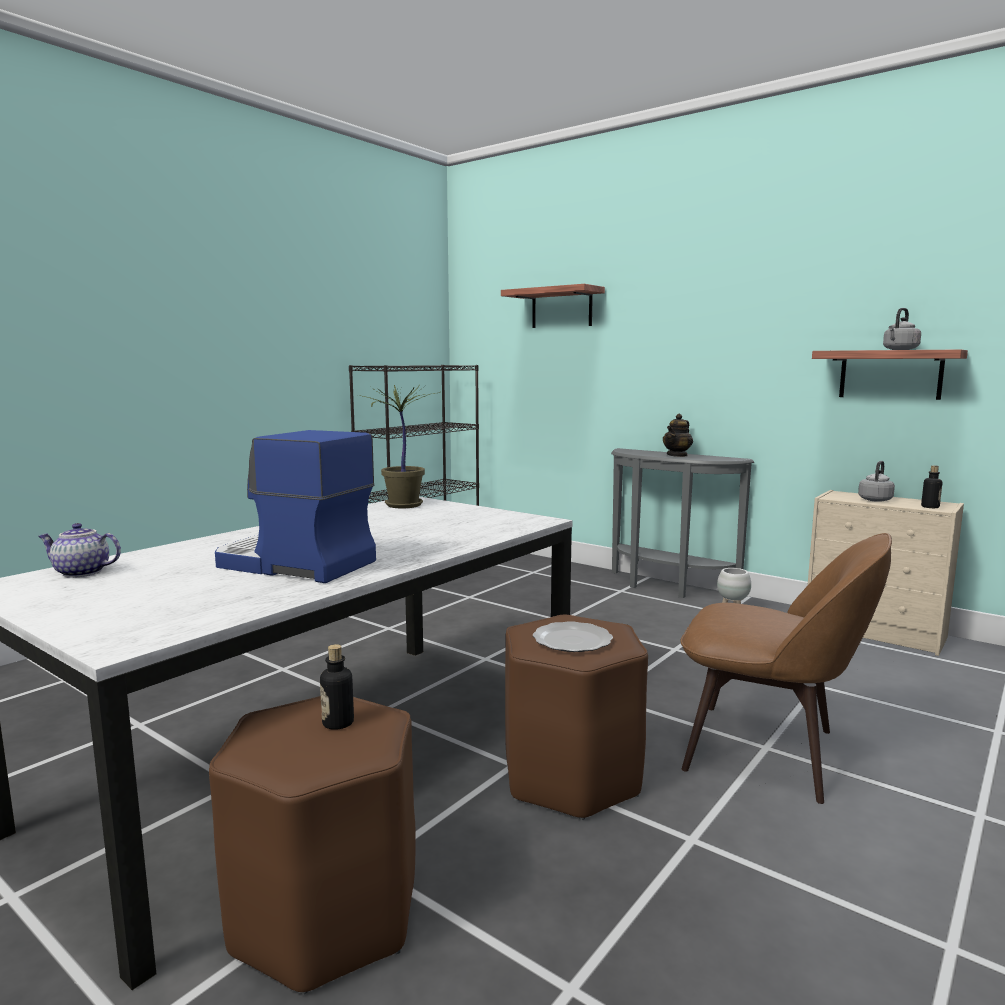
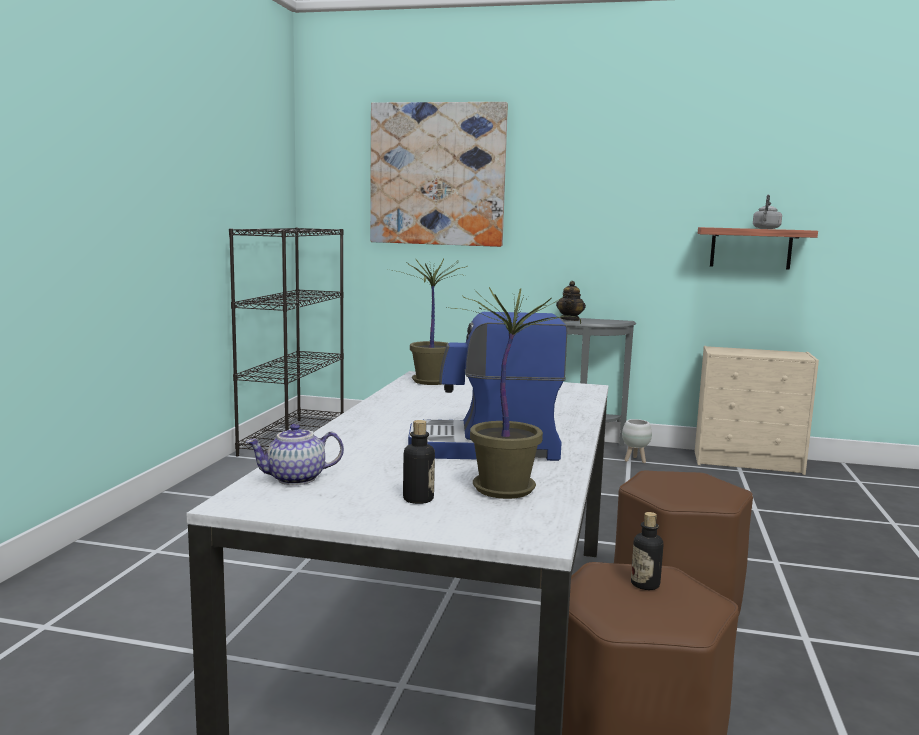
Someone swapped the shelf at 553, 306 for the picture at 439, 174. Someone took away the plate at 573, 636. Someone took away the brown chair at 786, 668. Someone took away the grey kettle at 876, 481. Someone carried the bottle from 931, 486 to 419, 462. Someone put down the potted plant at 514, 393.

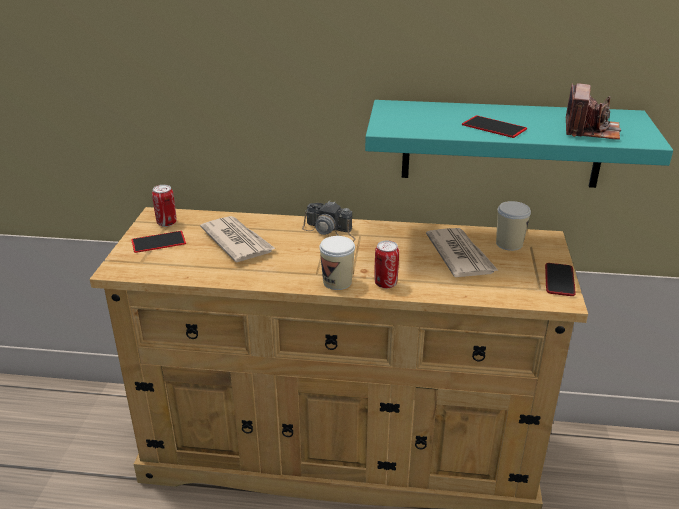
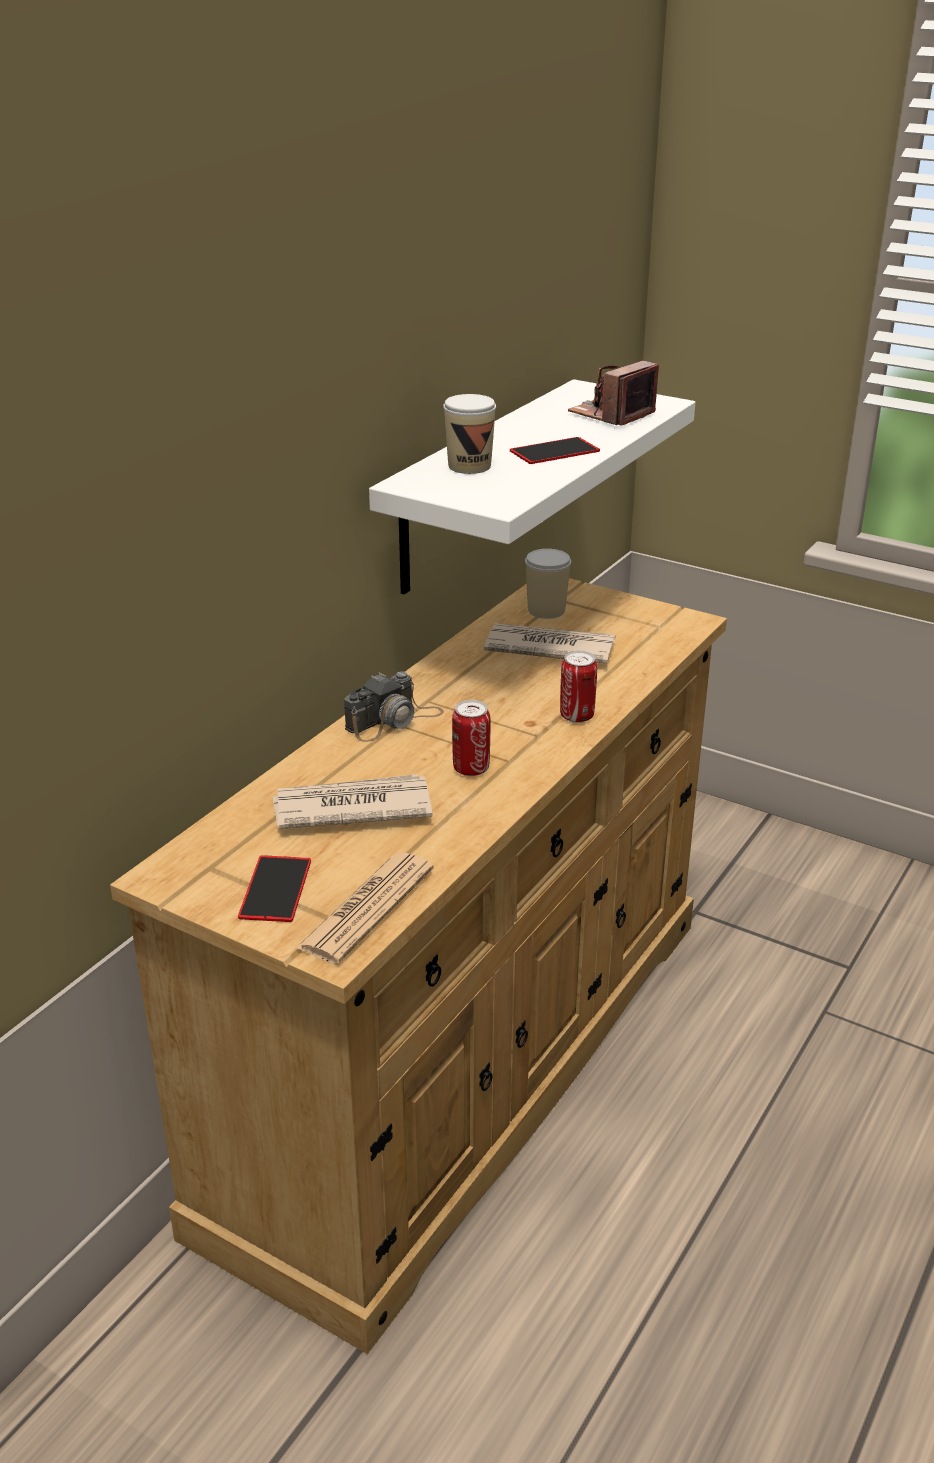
Someone carried the can from 164, 206 to 471, 738. Someone carried the cup from 337, 263 to 469, 434. Someone repainted the turquoise shelf at 519, 144, which became the white shelf at 532, 486. Someone took away the phone at 560, 279. Someone rotated the photo camera at 593, 111 by 90 degrees counterclockwise. Someone put down the newspaper at 365, 908.

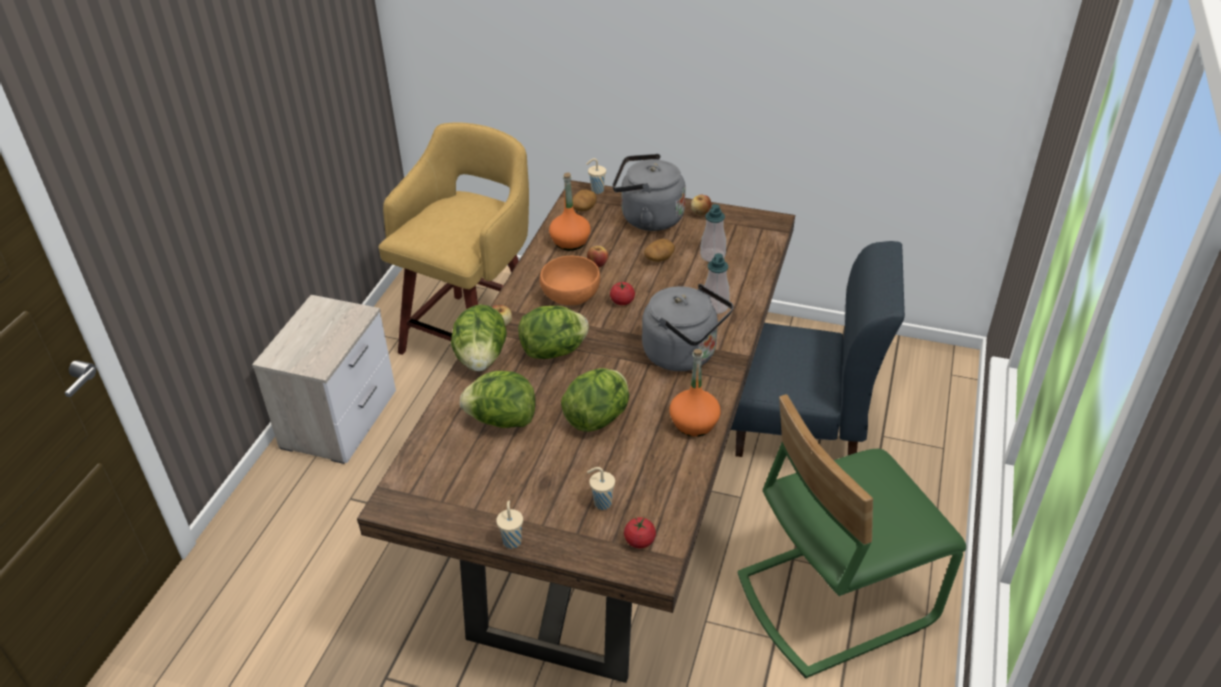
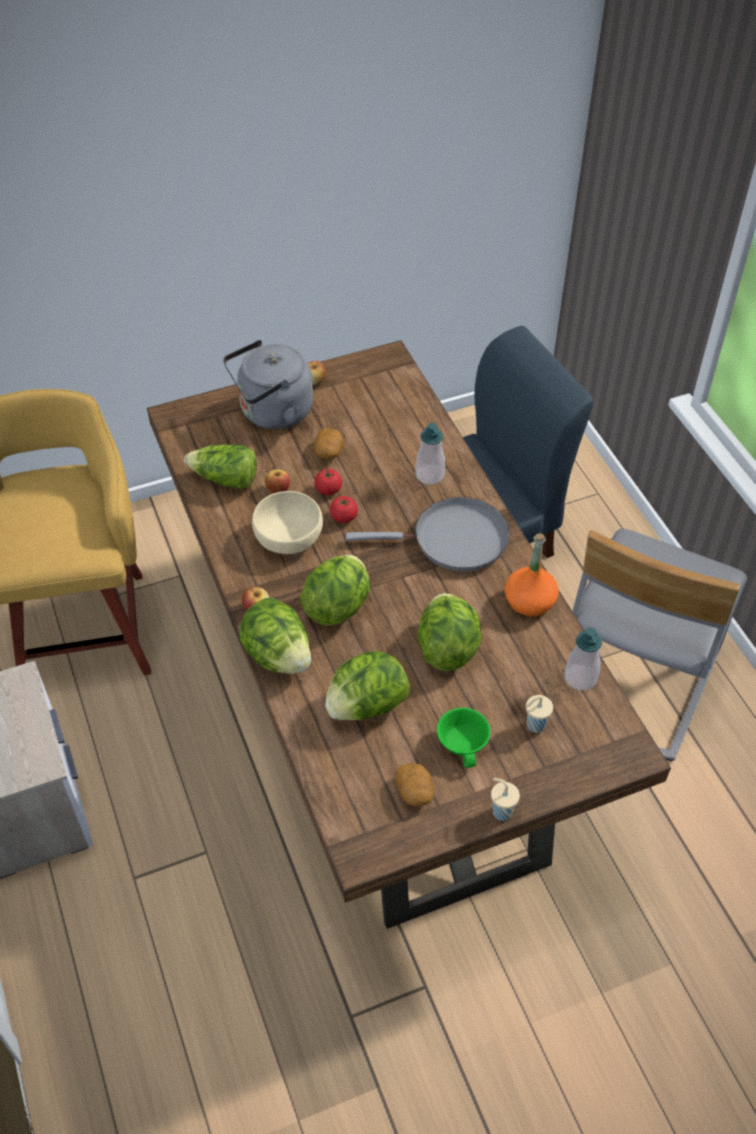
Someone repainted the orange bowl at 570, 280, which became the beige bowl at 287, 522. Someone swapped the orange bottle at 570, 211 for the lettuce at 220, 467. Someone carried the potato from 584, 201 to 414, 785. Someone took away the beige cup at 596, 176. Someone carried the tomato from 640, 532 to 328, 482. Someone swapped the grey kettle at 687, 327 for the grey frying pan at 427, 534. Someone carried the soap dispenser from 713, 233 to 583, 658. Someone repainted the green chair at 852, 536, which became the grey chair at 659, 645. Someone put down the green cup at 464, 738.

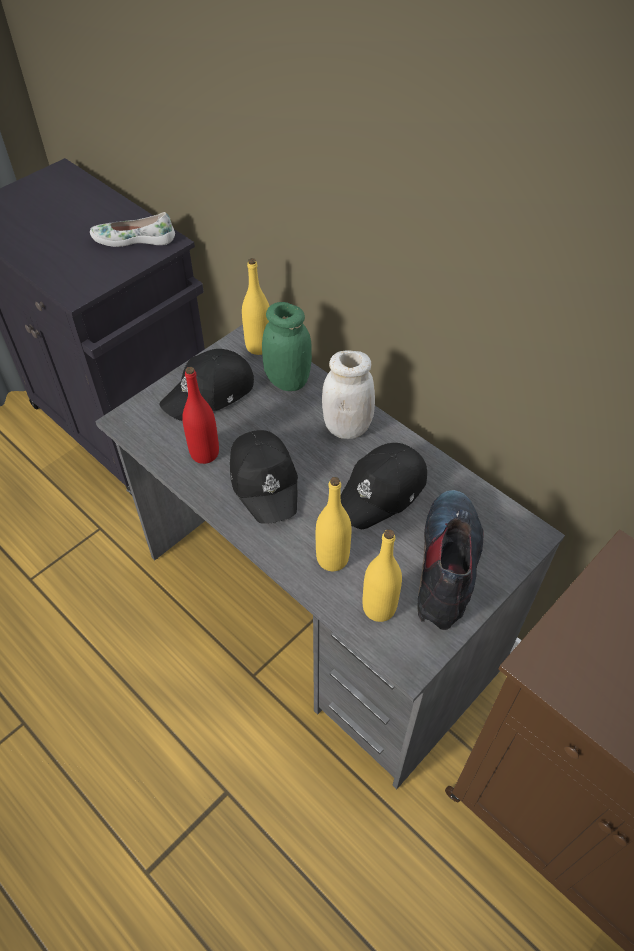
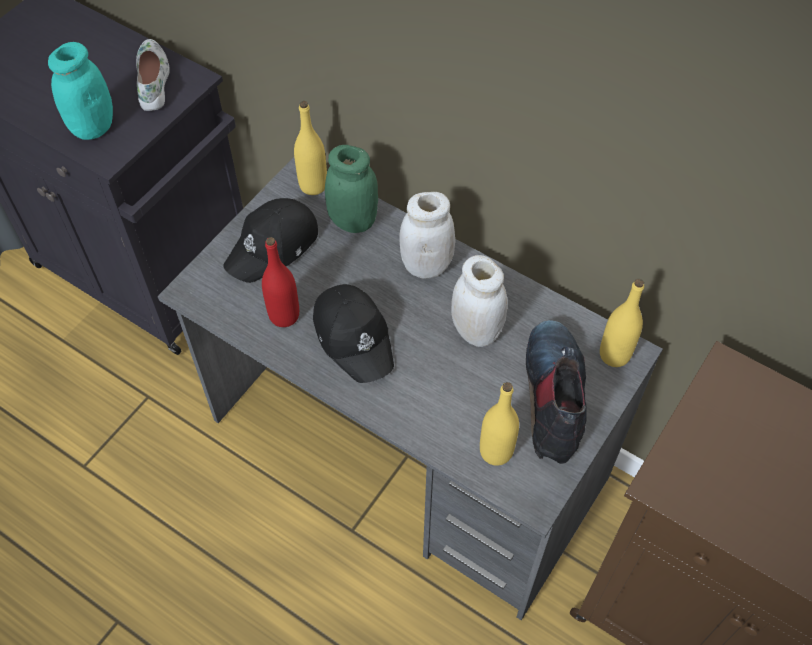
Someone rotated the white shoe at 132, 229 by 90 degrees clockwise. Someone carried the yellow bottle from 334, 524 to 622, 323. Someone swapped the black cap at 383, 486 for the white jar at 479, 301. Someone put down the turquoise jar at 80, 91.

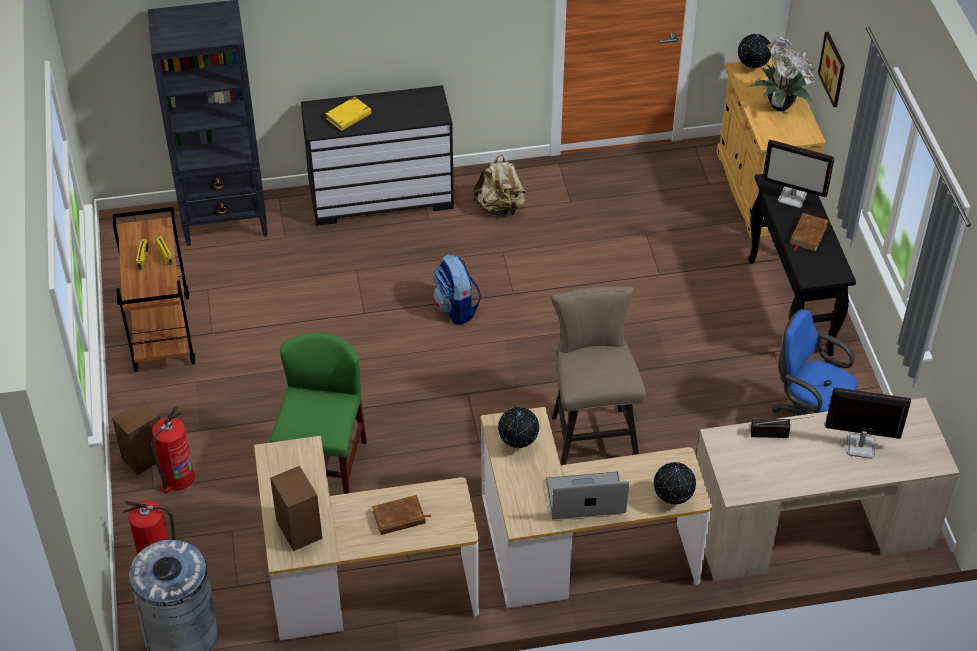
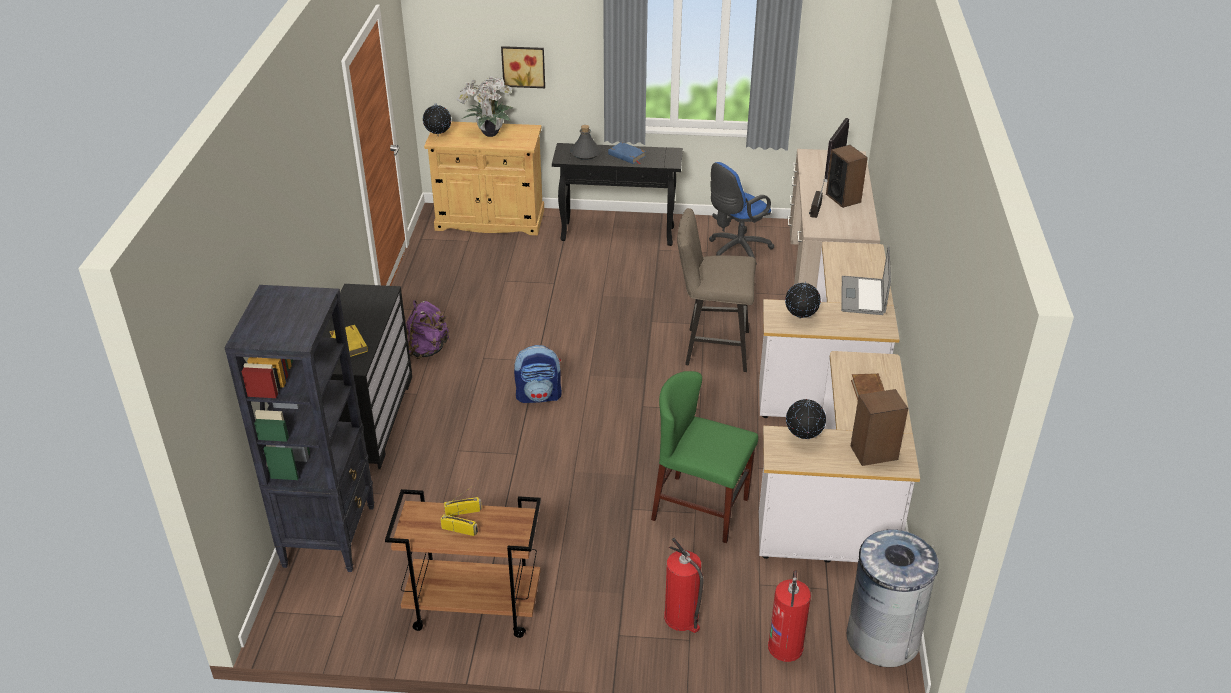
Someone carried the speaker from 136, 437 to 847, 176. Someone repainted the beige backpack at 499, 186, which became the purple backpack at 428, 329. Someone carried the globe from 675, 483 to 806, 419. Someone swapped the monitor at 798, 174 for the grey bottle at 585, 142. Someone repainted the brown book at 809, 232, which became the blue book at 627, 153.

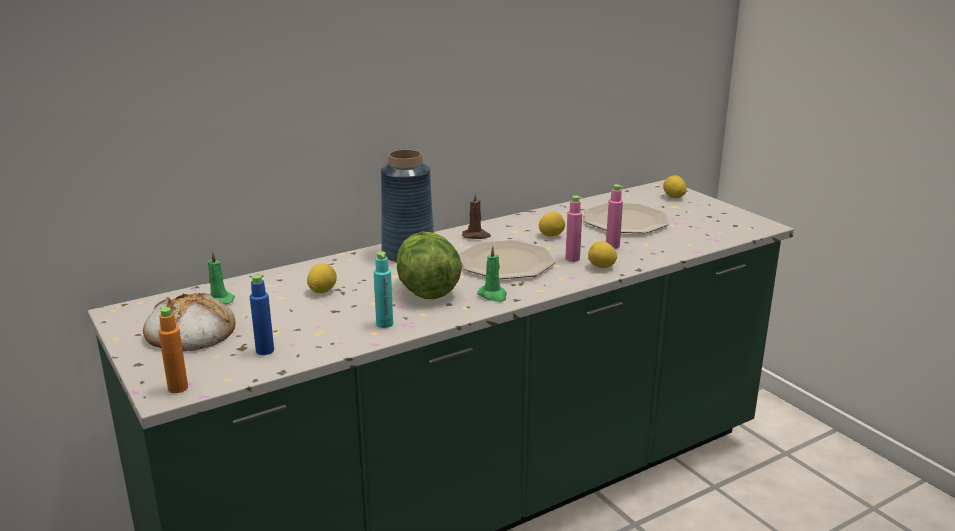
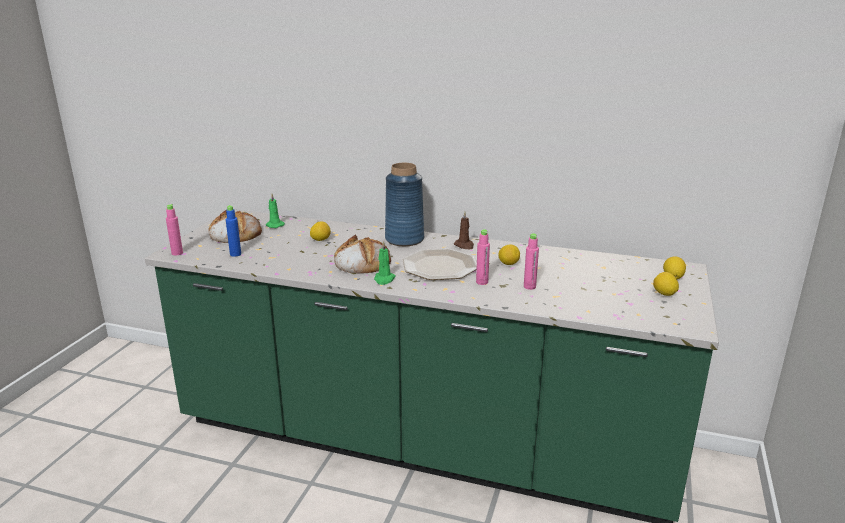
Someone repainted the orange bottle at 173, 349, which became the pink bottle at 174, 229. Someone took away the turquoise bottle at 383, 289. Someone swapped the lettuce at 429, 265 for the bread at 362, 254. Someone took away the plate at 626, 218. Someone carried the lemon from 602, 254 to 666, 284.

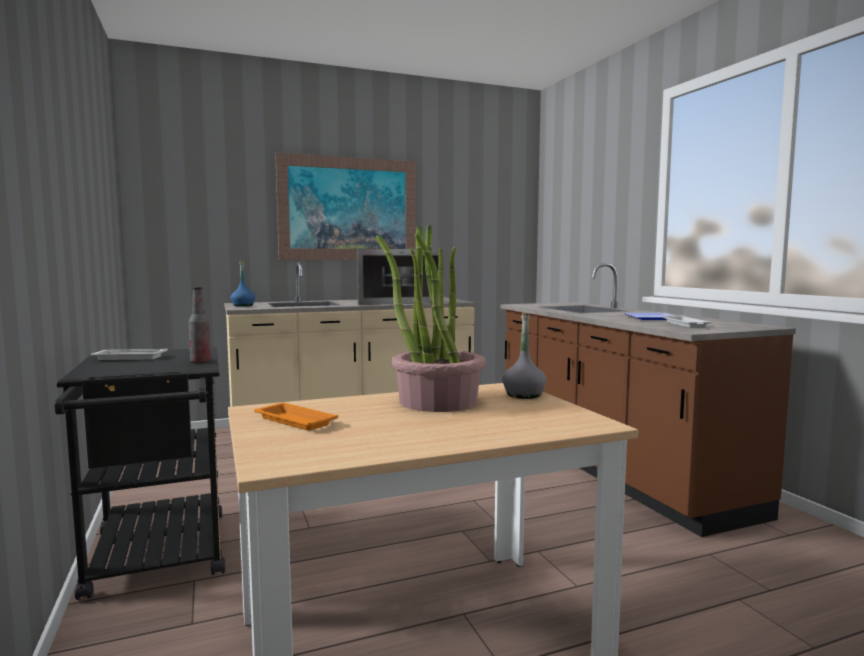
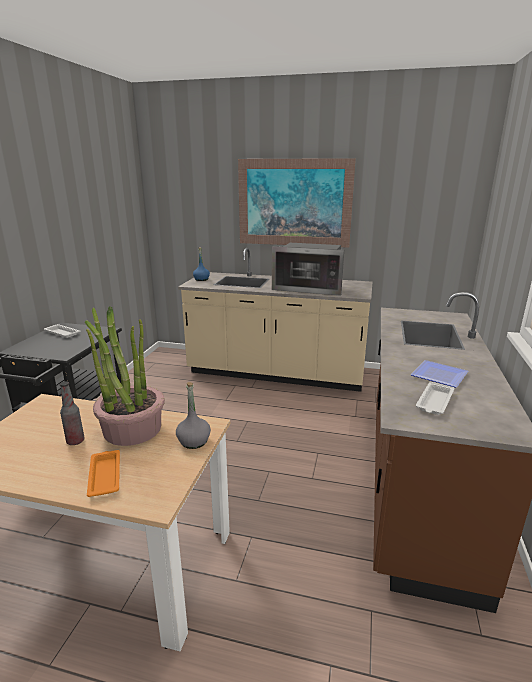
Someone carried the bottle from 200, 325 to 72, 413. Someone carried the orange tray from 296, 417 to 103, 473.

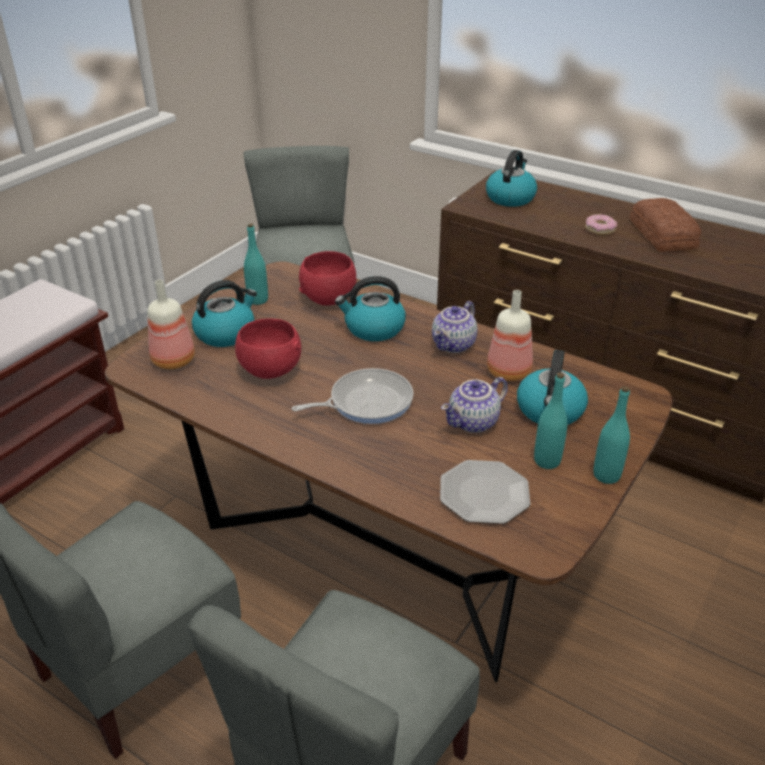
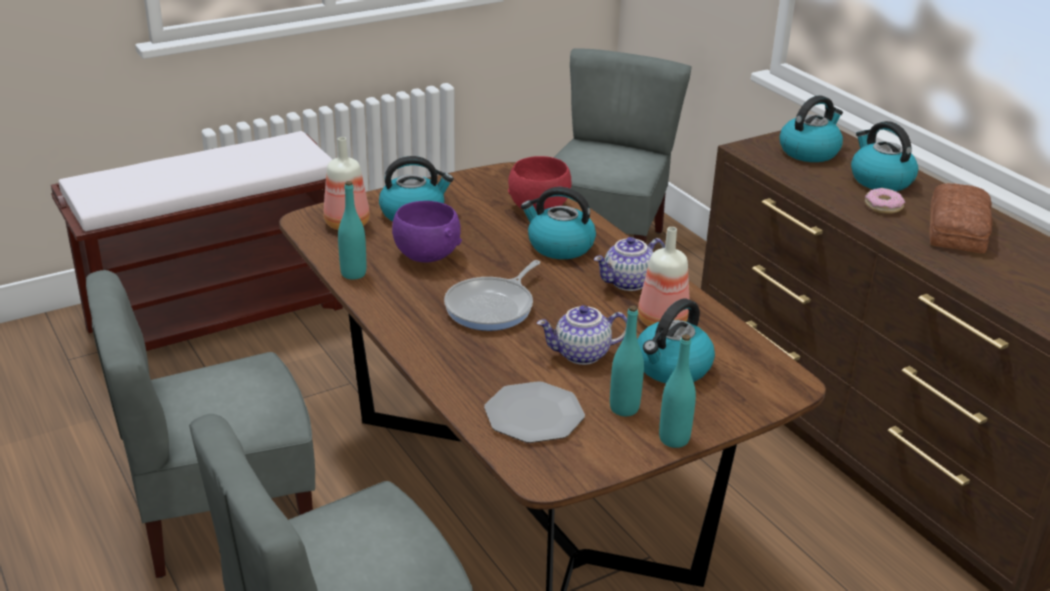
Someone repainted the red bowl at 268, 349, which became the purple bowl at 427, 231. Someone carried the turquoise bottle from 256, 264 to 352, 230. Someone rotated the frying pan at 353, 396 by 120 degrees clockwise. Someone put down the kettle at 884, 156.

